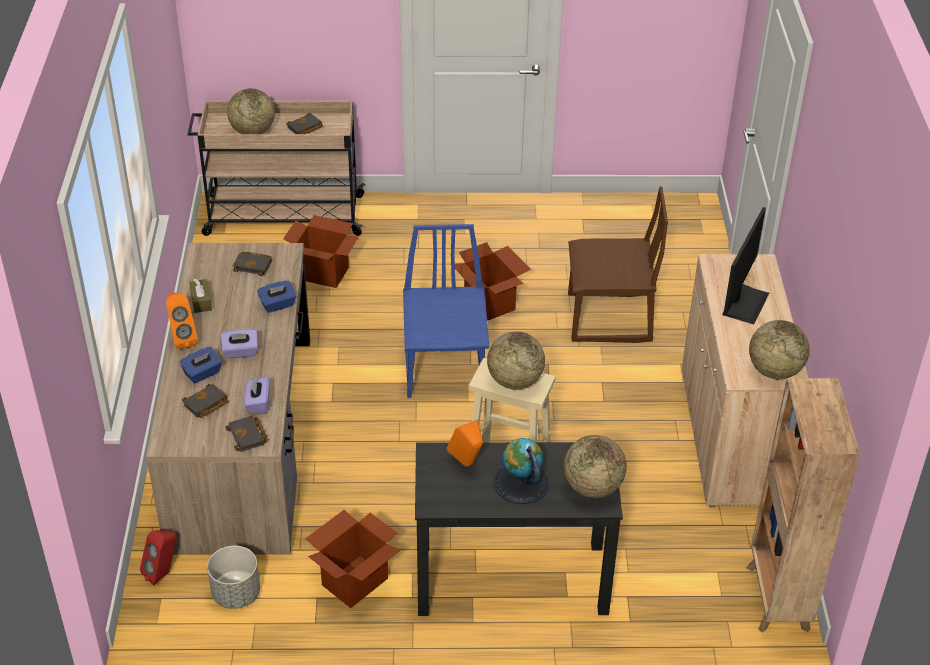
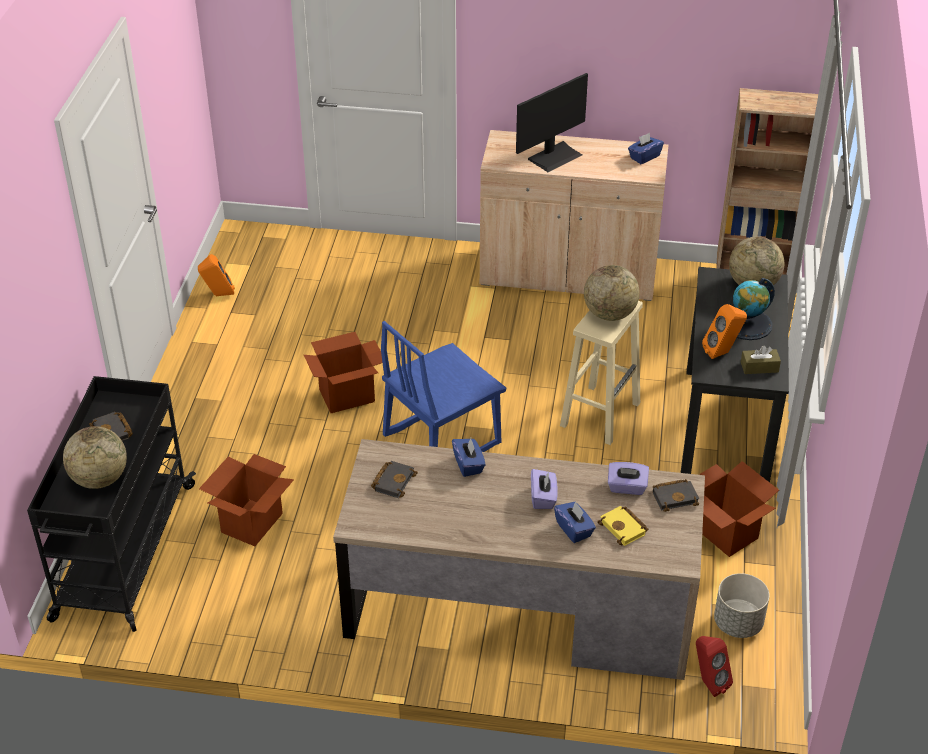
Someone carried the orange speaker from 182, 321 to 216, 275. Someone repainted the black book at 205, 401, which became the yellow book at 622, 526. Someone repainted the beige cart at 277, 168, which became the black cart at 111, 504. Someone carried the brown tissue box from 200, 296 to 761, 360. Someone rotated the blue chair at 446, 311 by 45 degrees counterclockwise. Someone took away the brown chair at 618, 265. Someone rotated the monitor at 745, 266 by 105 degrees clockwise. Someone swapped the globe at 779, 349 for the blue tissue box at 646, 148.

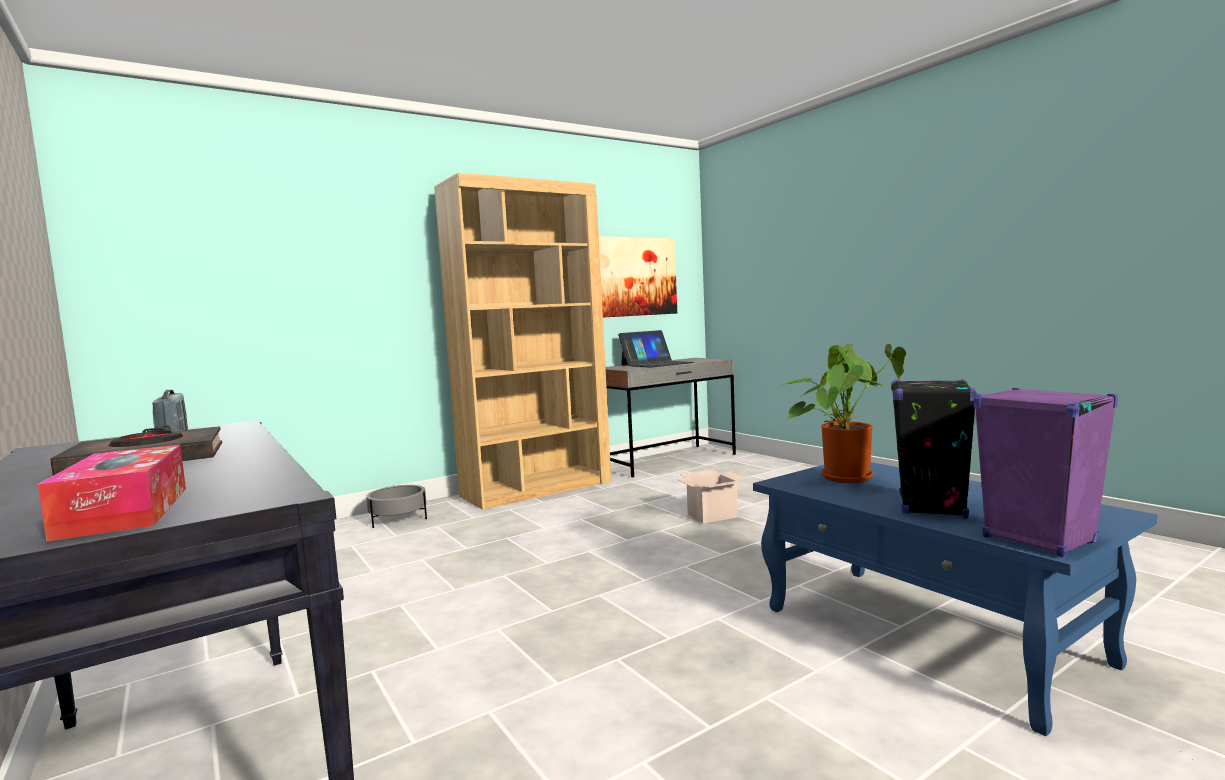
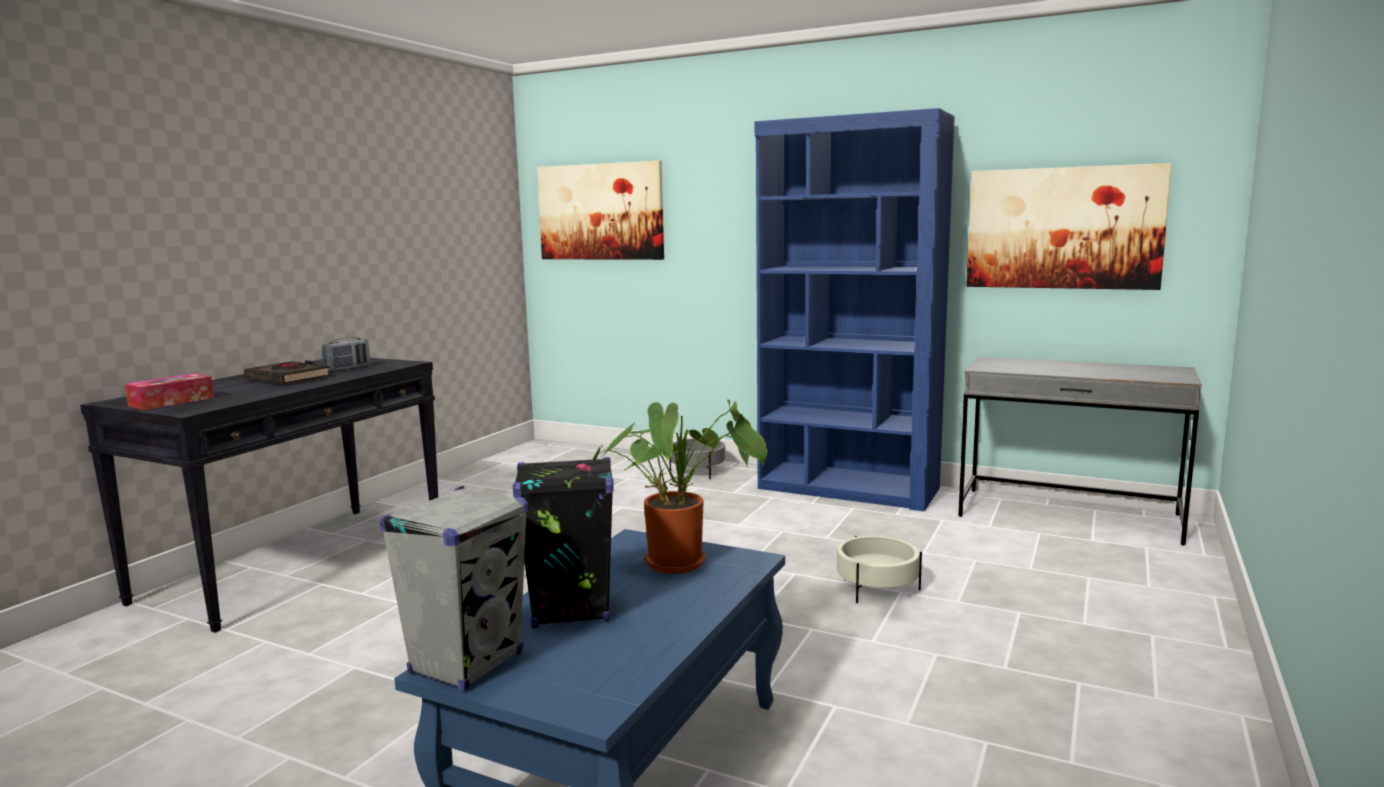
Someone repainted the brown bookcase at 522, 341, which became the blue bookcase at 855, 310. Someone took away the laptop at 656, 349. Someone swapped the cardboard box at 712, 496 for the beige planter at 879, 569. Someone repainted the purple speaker at 1046, 473, which became the grey speaker at 454, 588. Someone put up the picture at 600, 210.

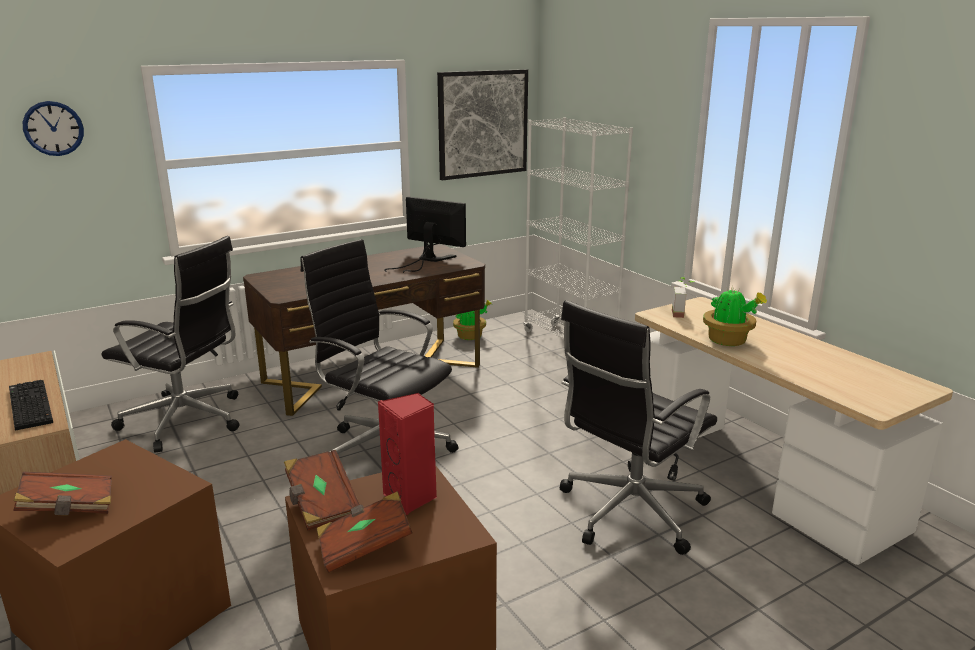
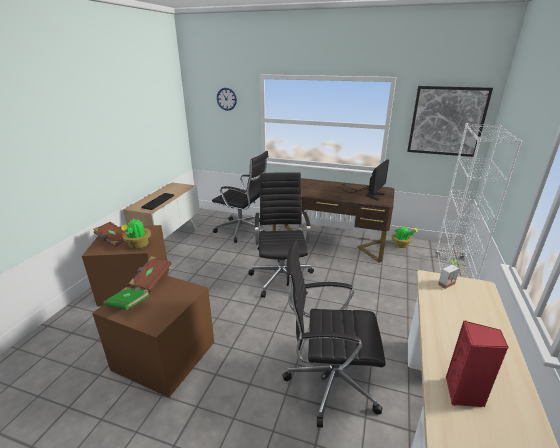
Someone rotated the black office chair at 170, 344 by 45 degrees counterclockwise. Someone repainted the brown book at 365, 532, which became the green book at 126, 298. Someone carried the red speaker from 407, 454 to 477, 363. Someone rotated the monitor at 425, 235 by 45 degrees clockwise. Someone carried the potted plant from 735, 317 to 136, 234.

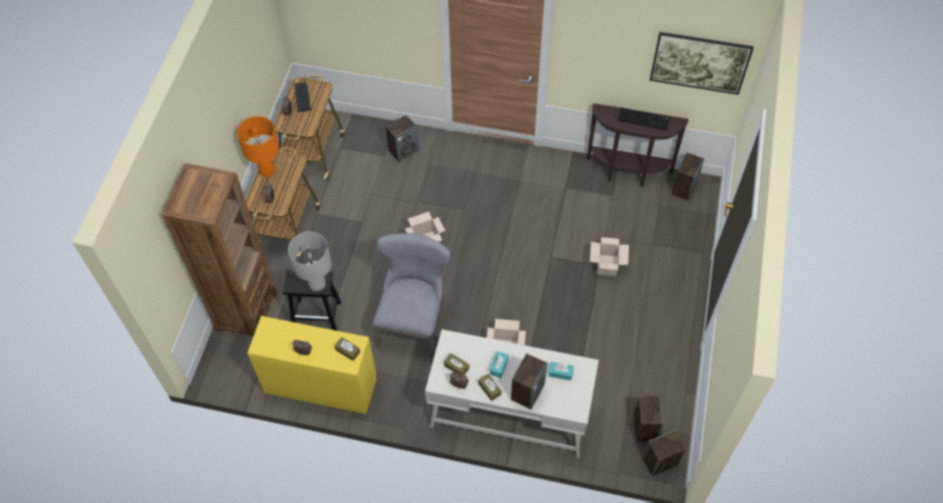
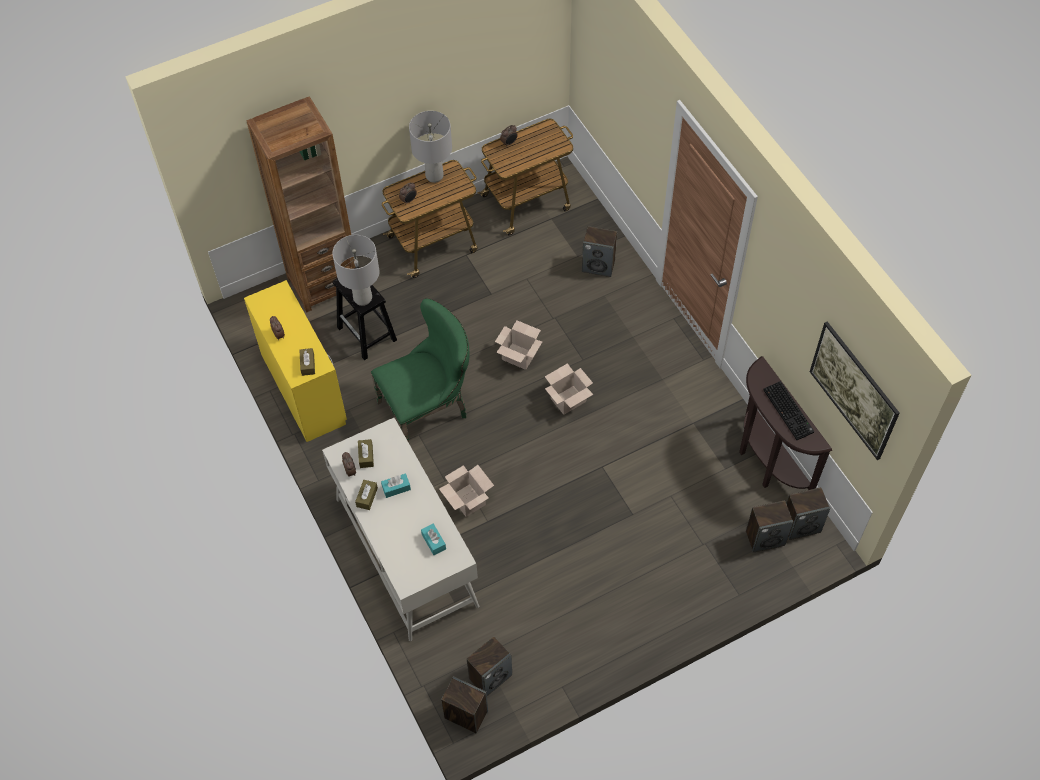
Someone repainted the orange table lamp at 258, 146, which became the grey table lamp at 430, 147. Someone took away the keyboard at 302, 97. Someone repainted the grey chair at 411, 296, which became the green chair at 420, 370. Someone carried the speaker from 529, 381 to 769, 526. Someone carried the cardboard box from 609, 256 to 569, 389.

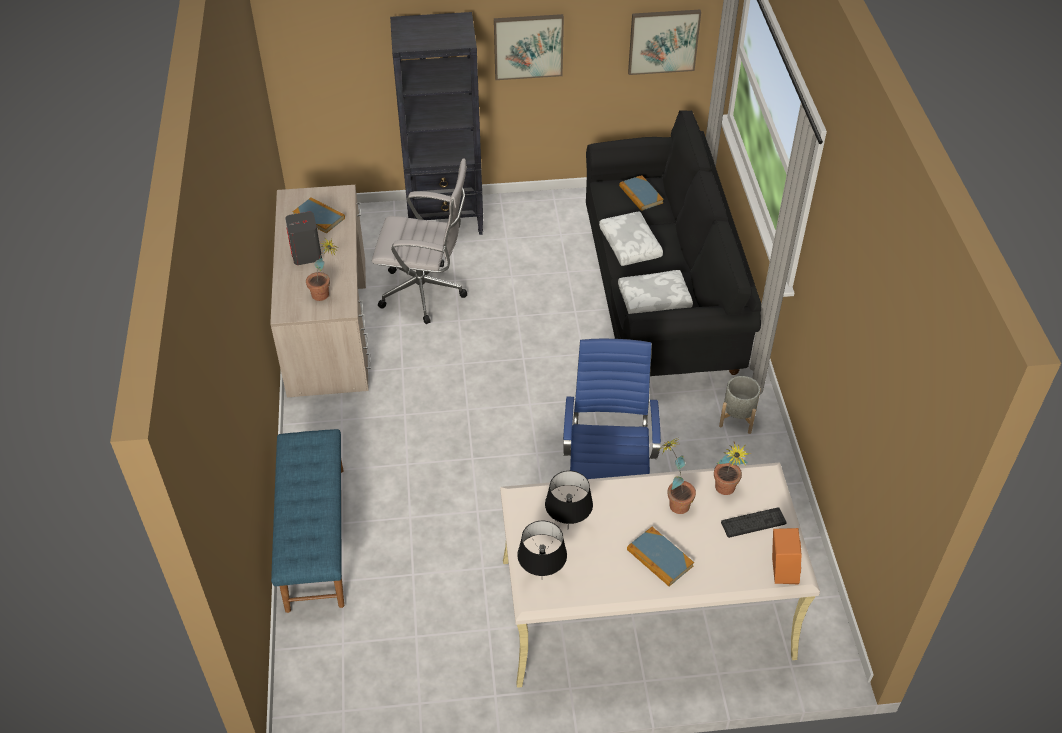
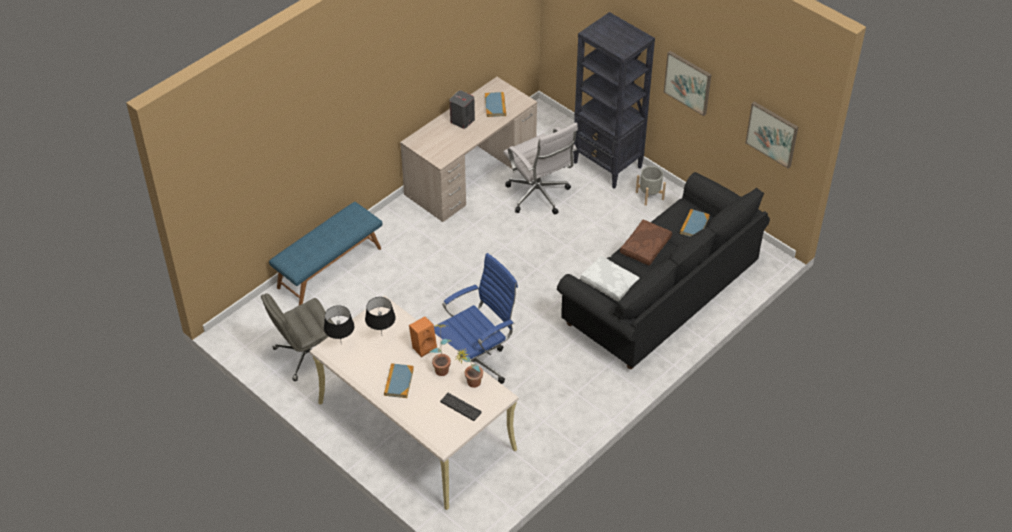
Someone took away the potted plant at 322, 270. Someone repainted the white pillow at 631, 238, which became the brown pillow at 646, 243. Someone carried the grey planter from 740, 405 to 651, 186. Someone carried the orange speaker from 787, 556 to 423, 336. Someone put down the grey office chair at 297, 337.

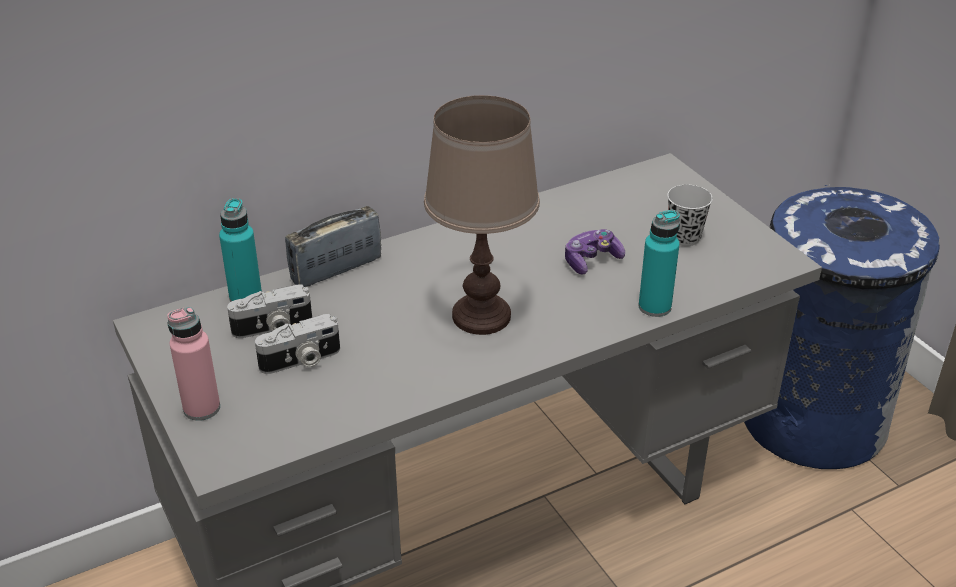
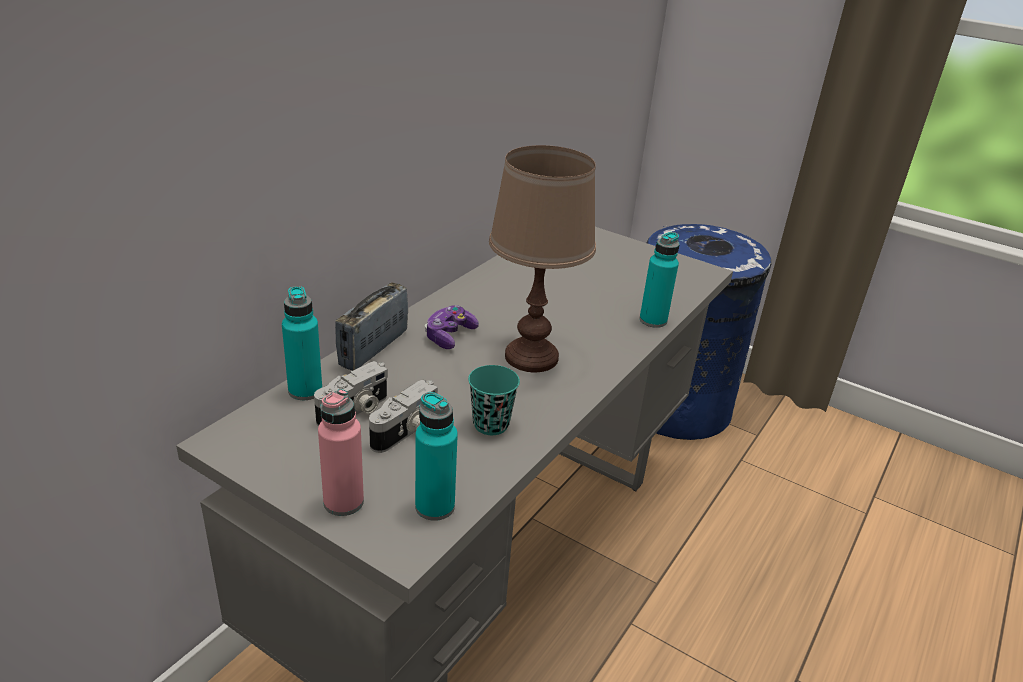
Someone carried the game controller from 595, 252 to 452, 327. Someone took away the black cup at 690, 215. Someone put down the turquoise bottle at 436, 456. Someone put down the turquoise cup at 494, 400.

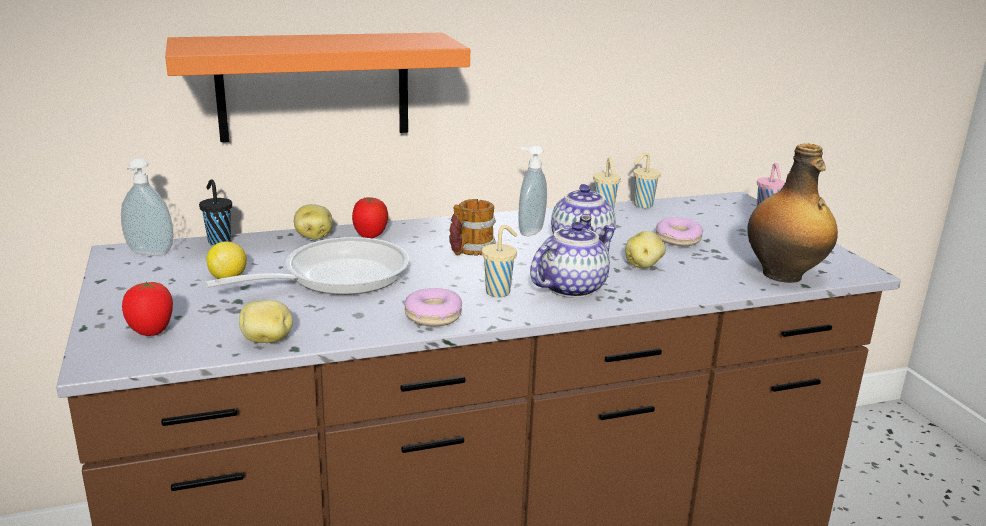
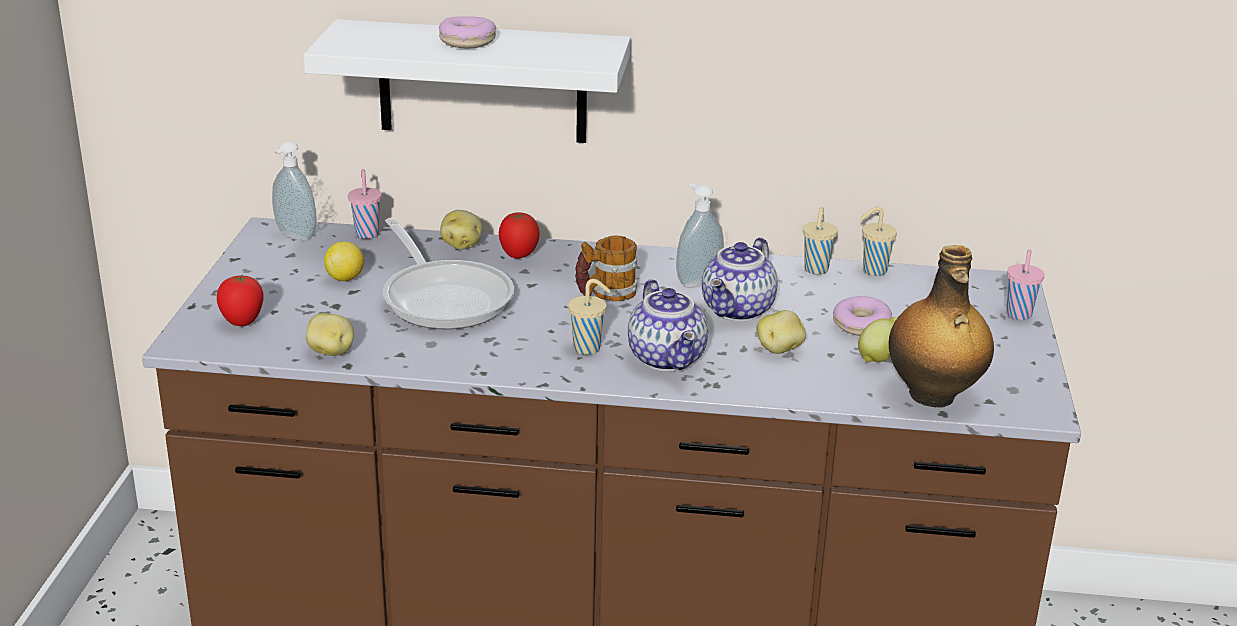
Someone repainted the orange shelf at 317, 87, which became the white shelf at 467, 81. Someone repainted the black cup at 215, 212, which became the pink cup at 365, 204. Someone rotated the frying pan at 307, 266 by 75 degrees clockwise. Someone carried the donut from 433, 307 to 467, 32. Someone rotated the teapot at 573, 260 by 90 degrees clockwise. Someone put down the lemon at 877, 340.

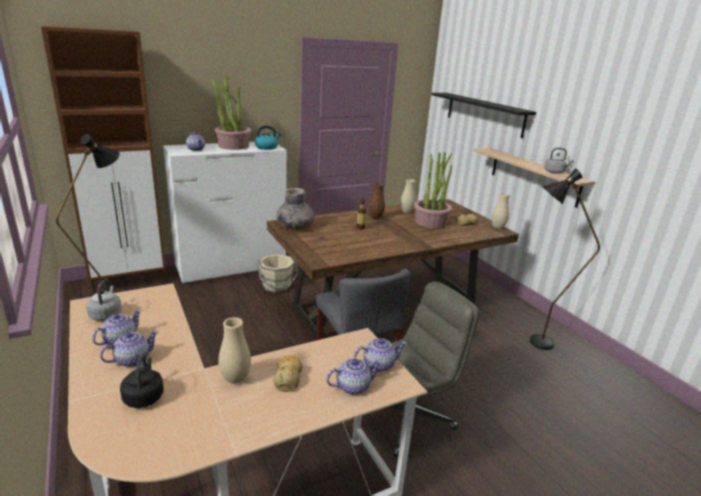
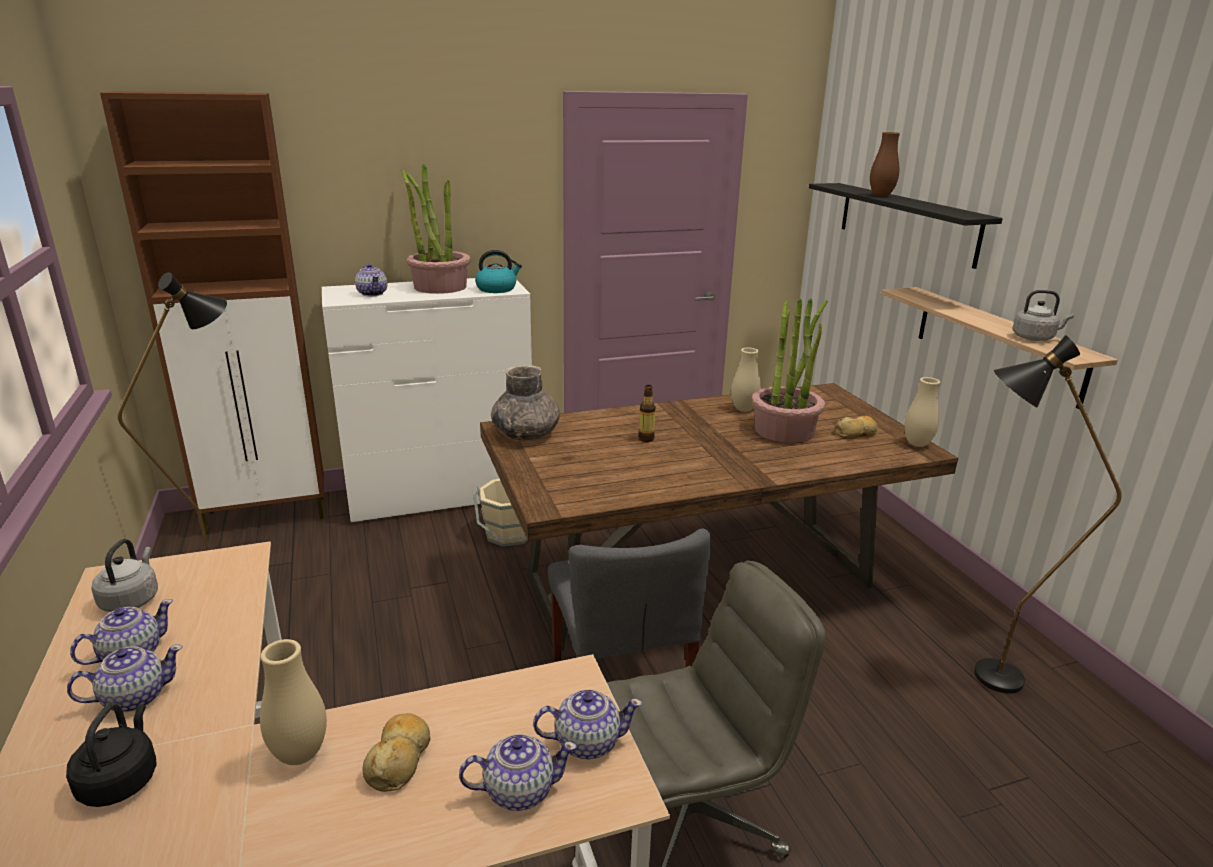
Someone carried the brown vase from 377, 201 to 885, 164.

